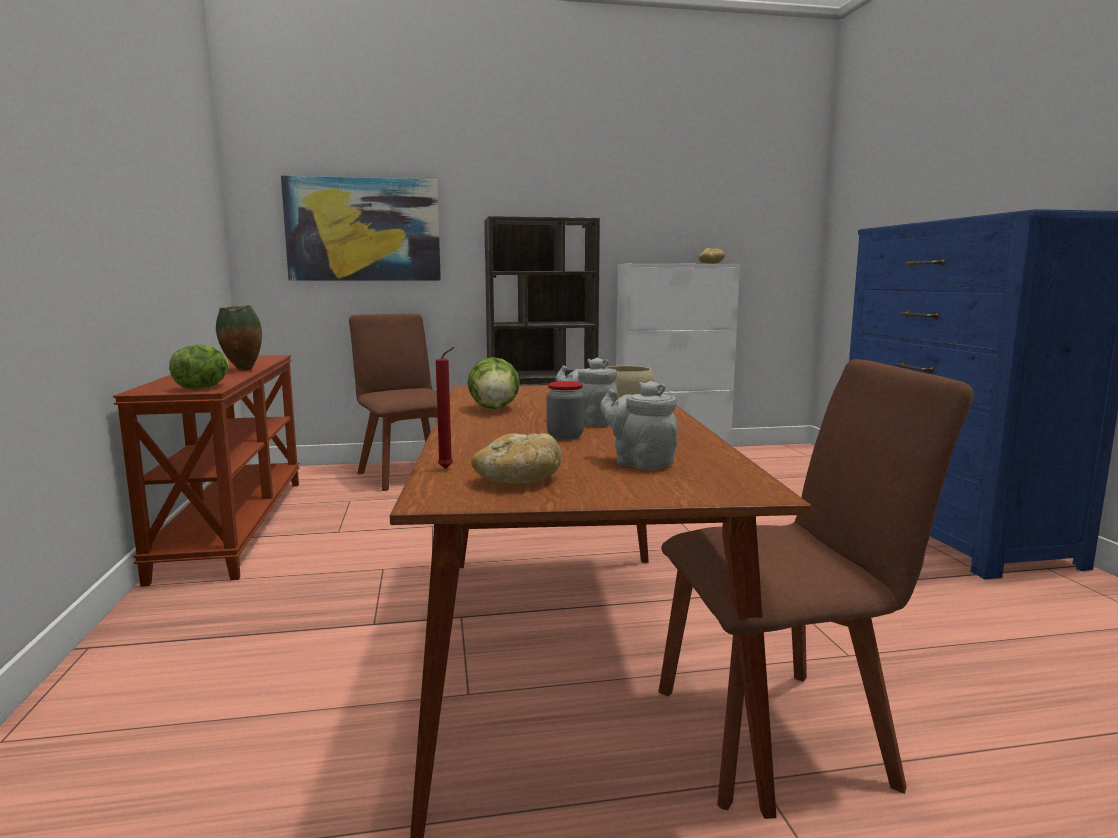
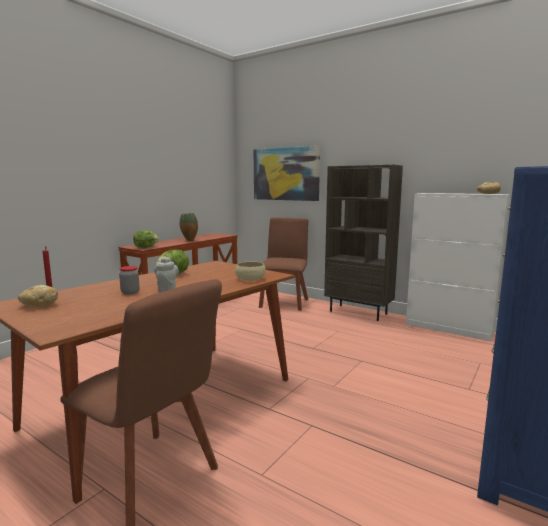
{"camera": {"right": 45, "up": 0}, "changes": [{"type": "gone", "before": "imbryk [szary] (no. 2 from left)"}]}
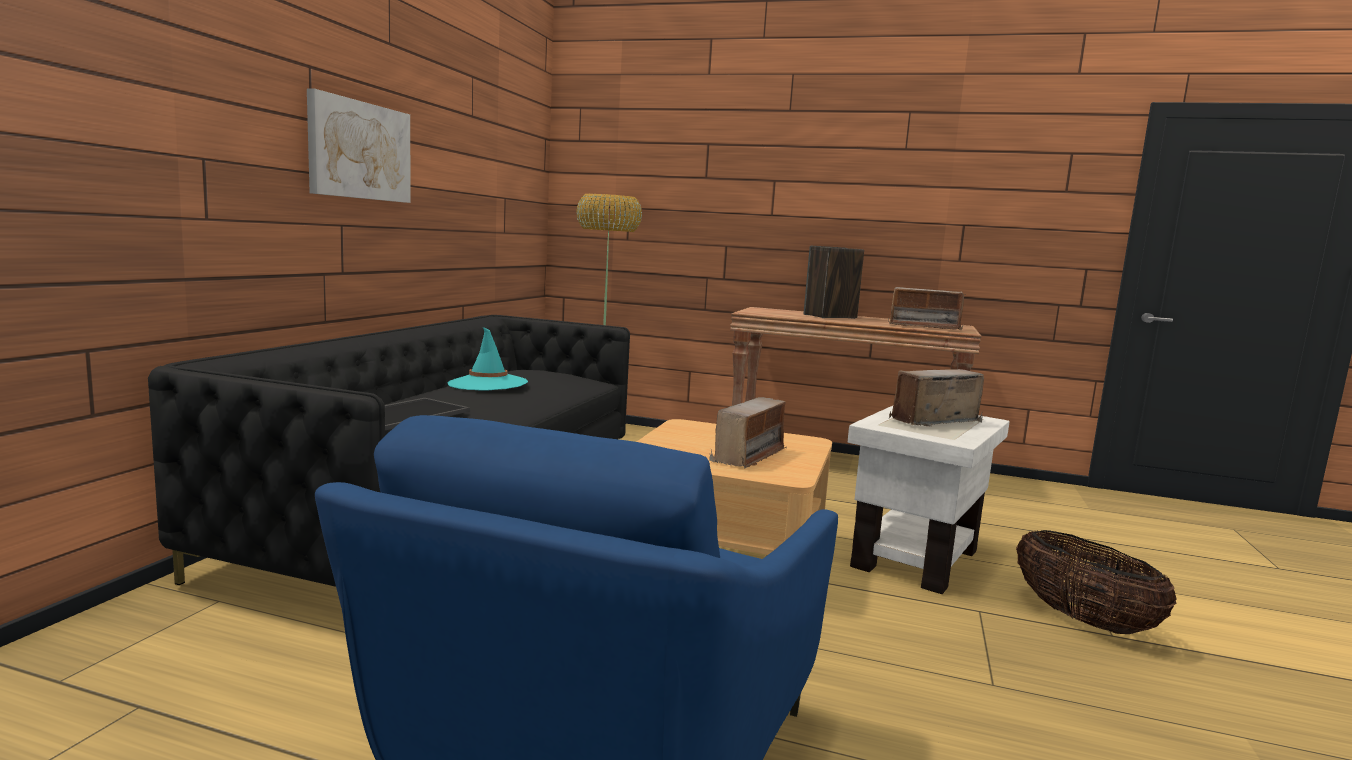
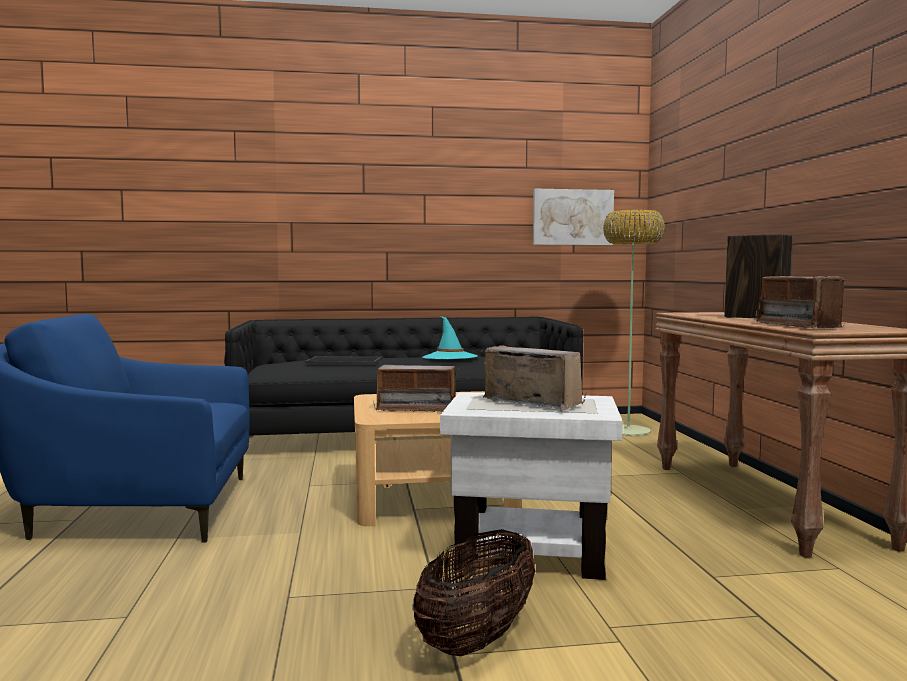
{"camera": {"right": 65, "up": -5}, "changes": [{"type": "shifted", "before": "obraz"}]}
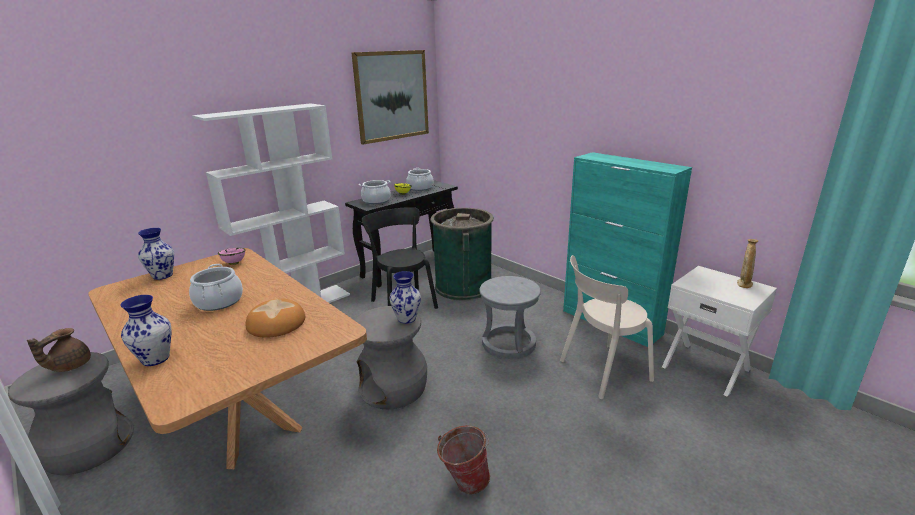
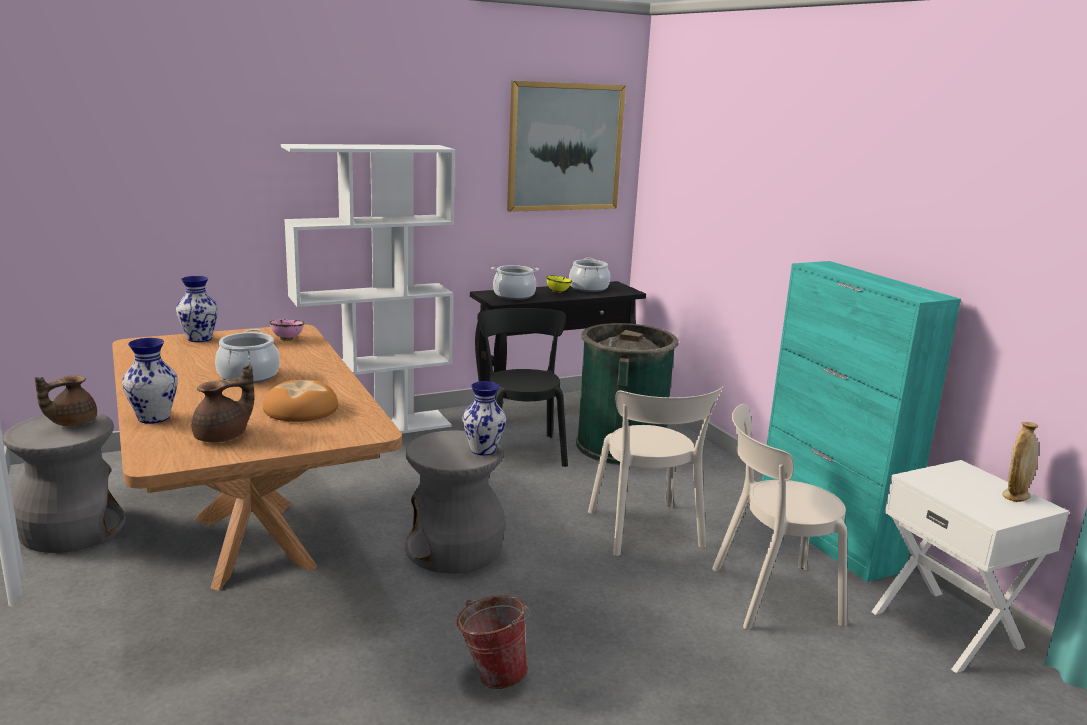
{"camera": {"right": 15, "up": -5}, "changes": [{"type": "new", "after": "imbryk [brązowy] (no. 2 from left)"}, {"type": "swapped", "before": "stołek [szary] (no. 3 from left)", "after": "krzesło [beżowy] (no. 1 from left)"}]}
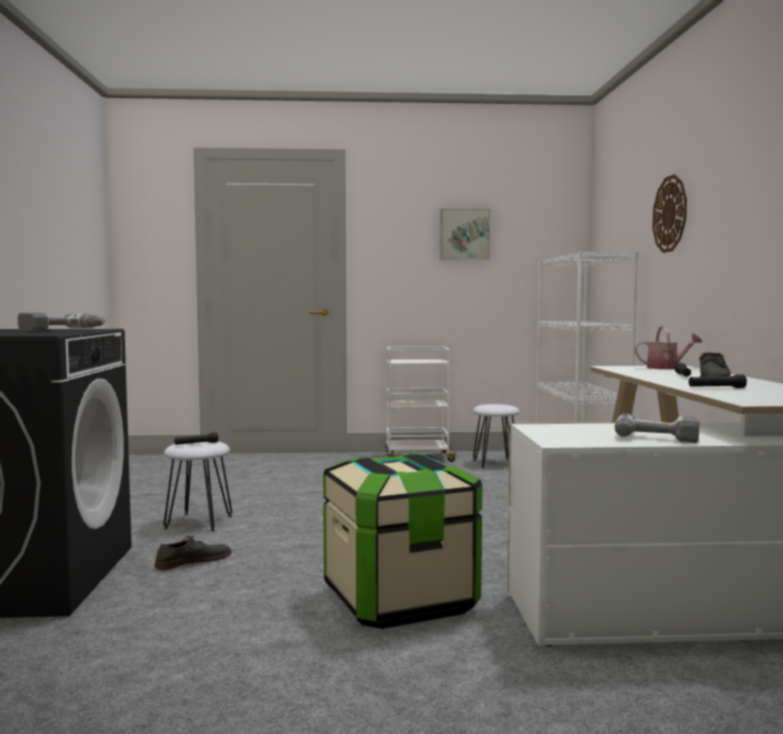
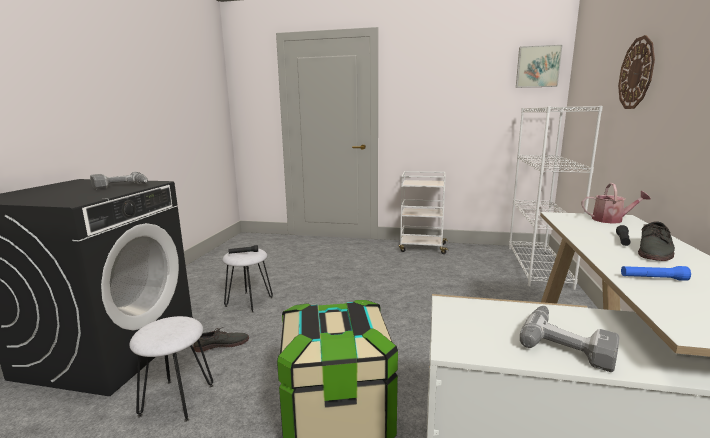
{"camera": {"right": 15, "up": 10}, "changes": [{"type": "shifted", "before": "stołek [biały] (no. 2 from left in the first image)", "after": "stołek [biały] (no. 1 from left)"}, {"type": "shifted", "before": "obraz"}, {"type": "repainted", "before": "latarka [czarny] (no. 3 from left)", "after": "latarka [niebieski]"}]}
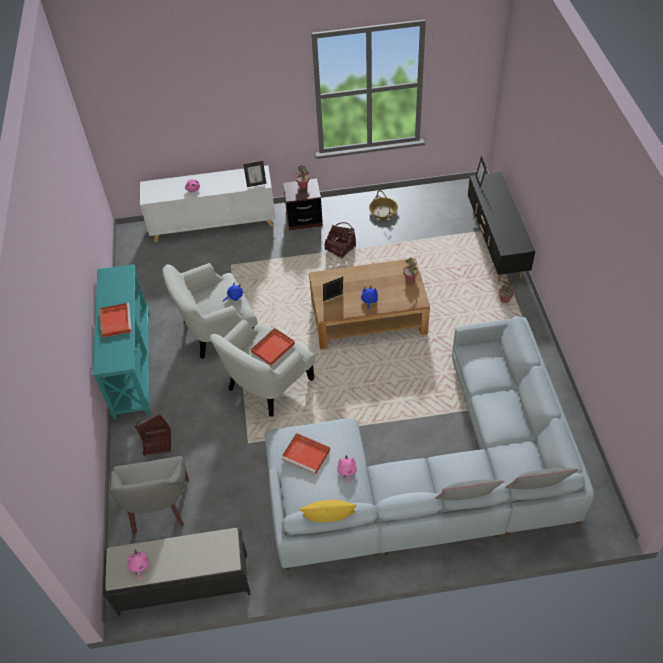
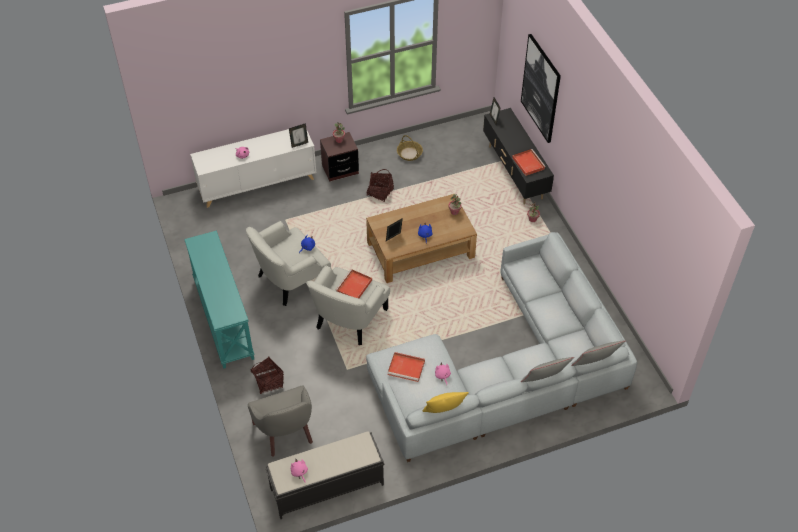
{"camera": {"right": -15, "up": 0}, "changes": [{"type": "shifted", "before": "taca [czerwony] (no. 1 from left in the first image)", "after": "taca [czerwony] (no. 3 from left)"}, {"type": "new", "after": "obraz"}]}
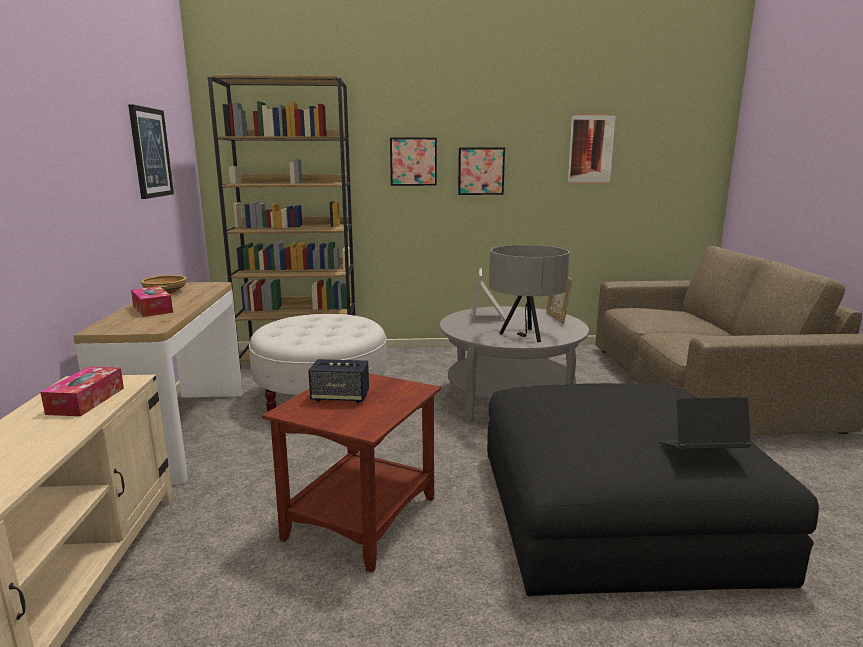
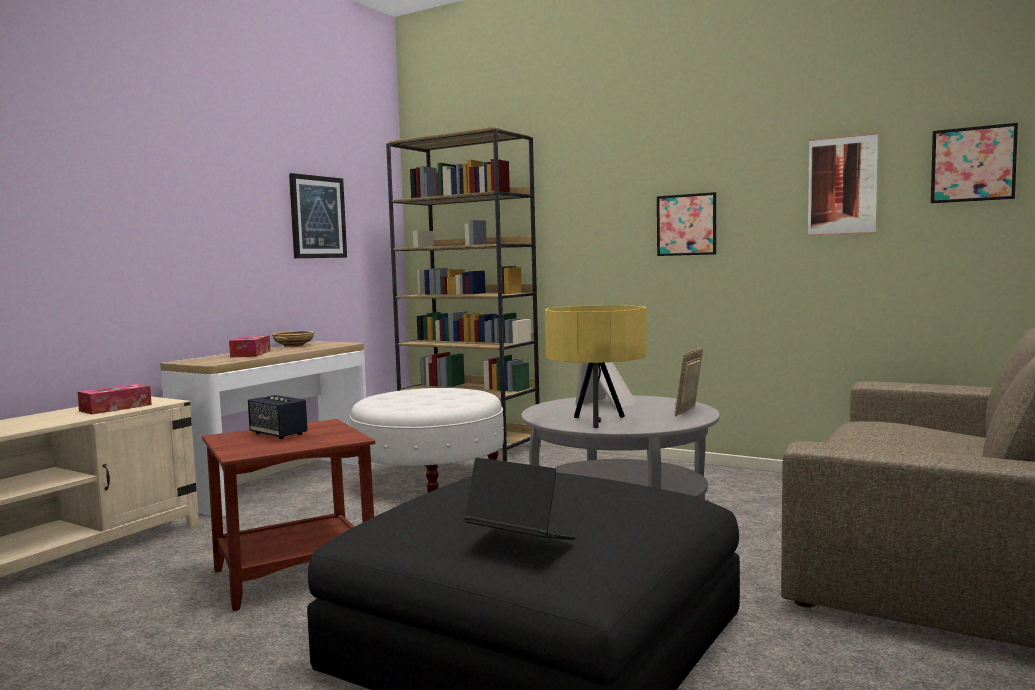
{"camera": {"right": 35, "up": -10}, "changes": [{"type": "repainted", "before": "lampa stołowa [szary]", "after": "lampa stołowa [żółty]"}, {"type": "shifted", "before": "obraz (no. 2 from left in the first image)", "after": "obraz (no. 4 from left)"}]}
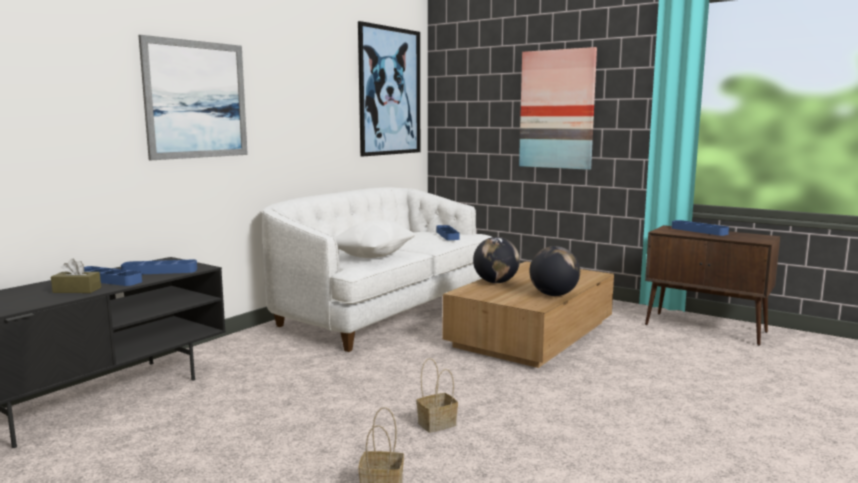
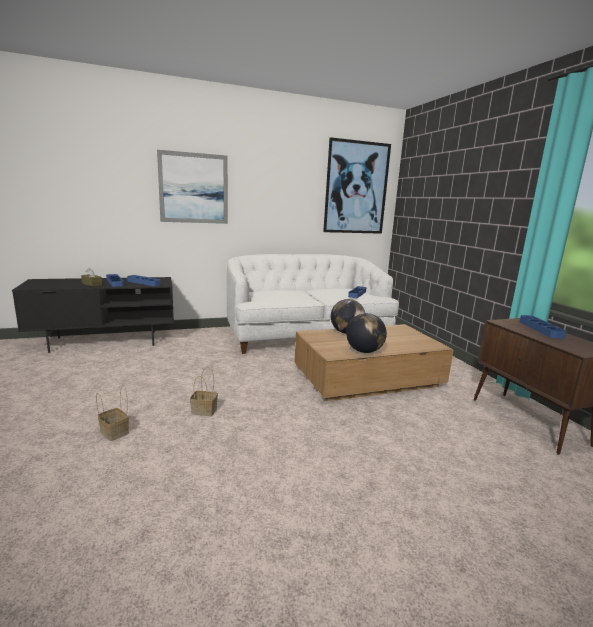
{"camera": {"right": 35, "up": 5}, "changes": [{"type": "gone", "before": "poduszka [biały]"}, {"type": "gone", "before": "obraz (no. 3 from left)"}]}
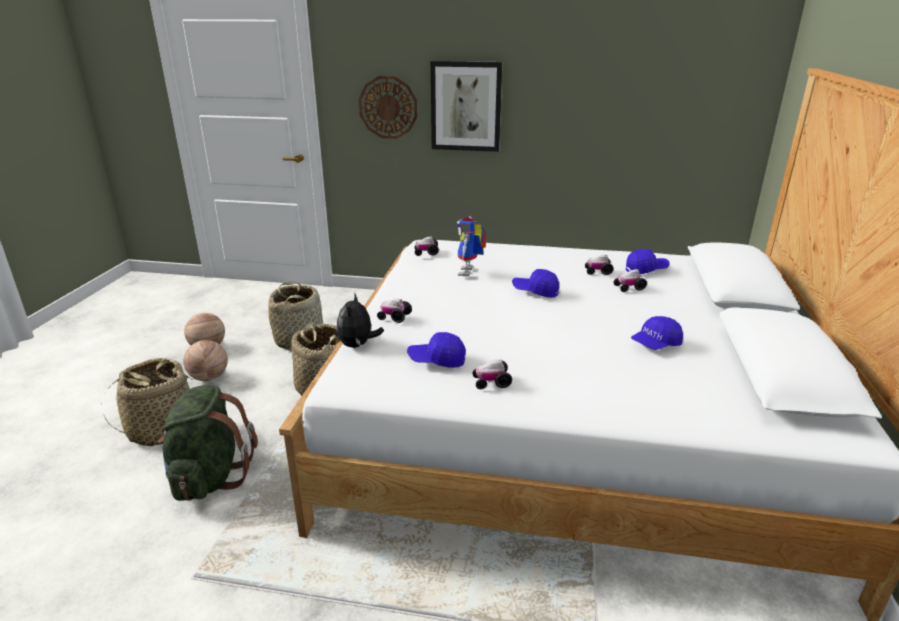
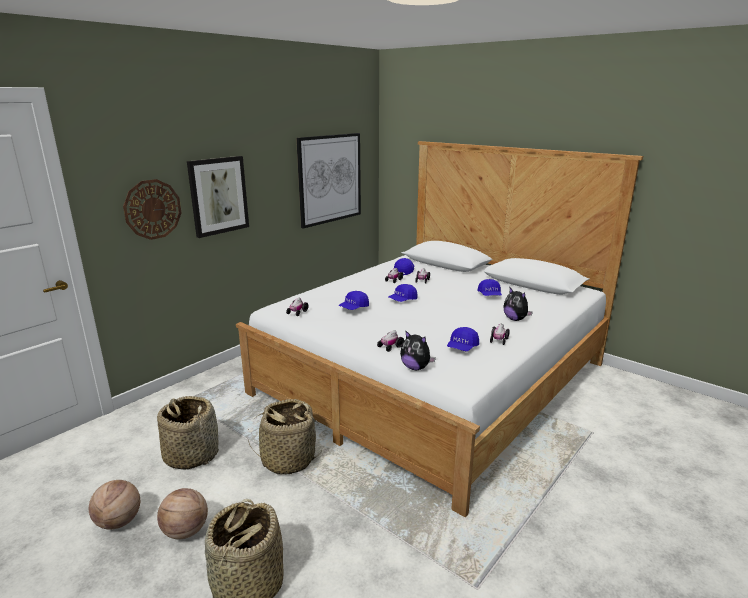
{"camera": {"right": -60, "up": -5}, "changes": [{"type": "new", "after": "obraz (no. 2 from left)"}, {"type": "swapped", "before": "robot zabawkowy", "after": "czapka z daszkiem [niebieski] (no. 1 from left)"}, {"type": "new", "after": "pluszak (no. 2 from left)"}, {"type": "gone", "before": "plecak [zielony]"}]}
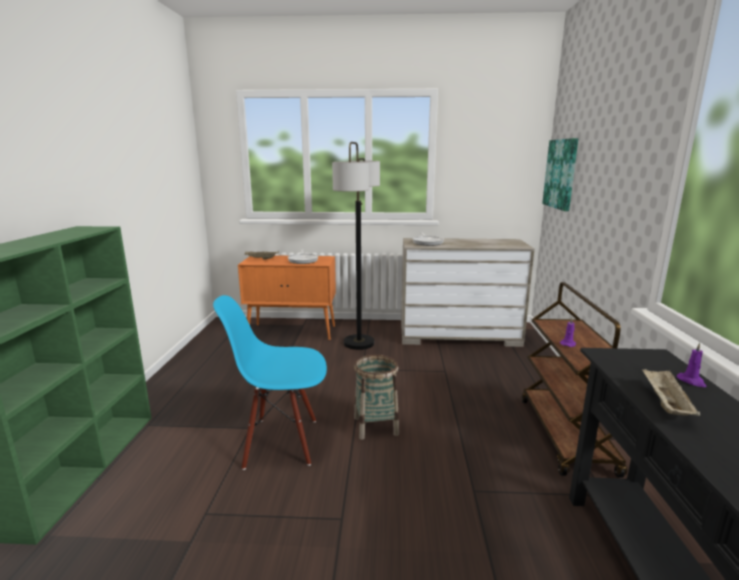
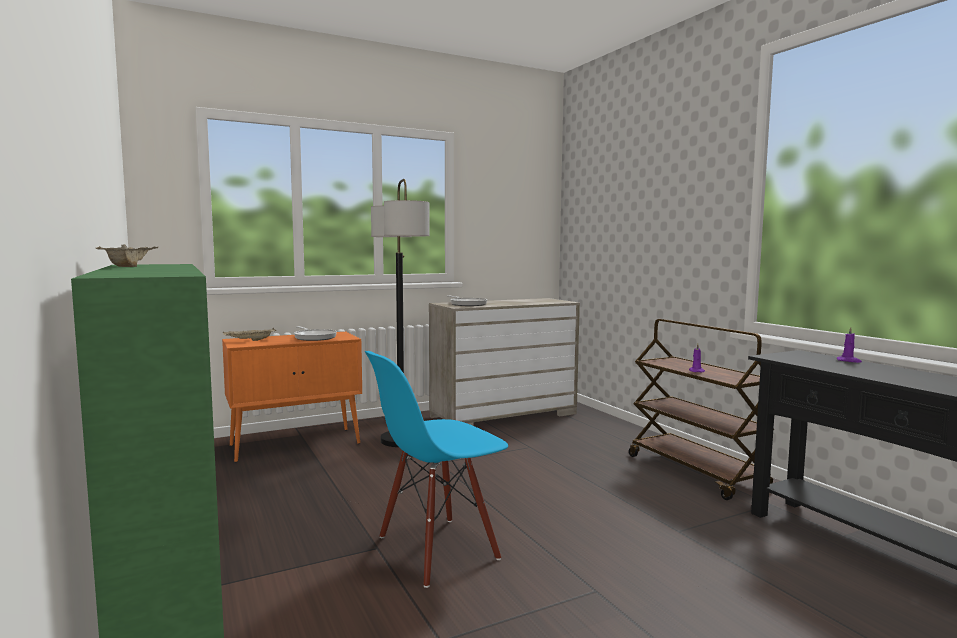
{"camera": {"right": -30, "up": -10}, "changes": [{"type": "shifted", "before": "taca [beżowy] (no. 2 from left in the first image)", "after": "taca [beżowy] (no. 1 from left)"}, {"type": "gone", "before": "koszyk"}, {"type": "gone", "before": "obraz"}]}
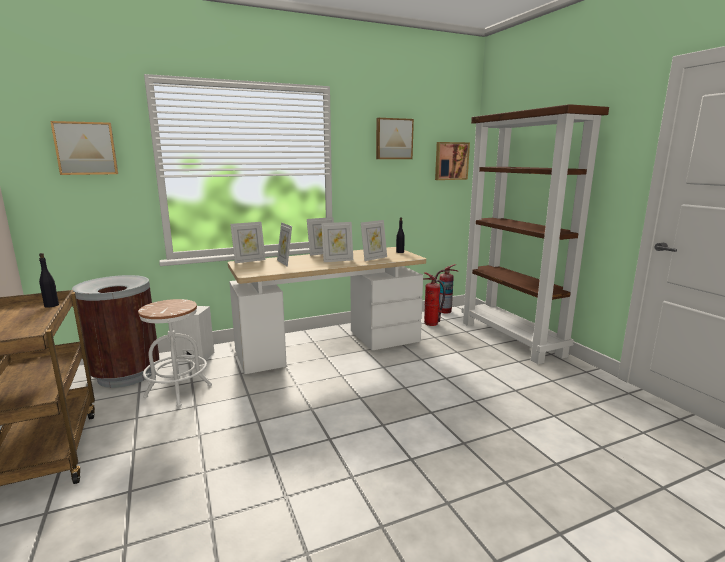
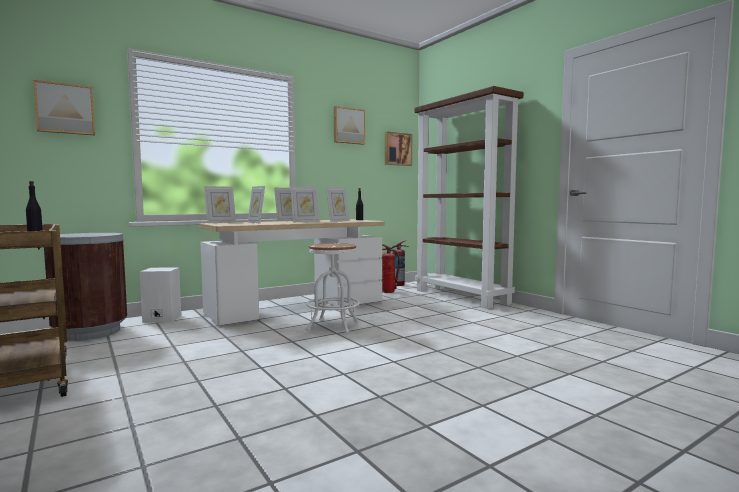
{"camera": {"right": -10, "up": -10}, "changes": [{"type": "shifted", "before": "stołek [biały]"}]}
